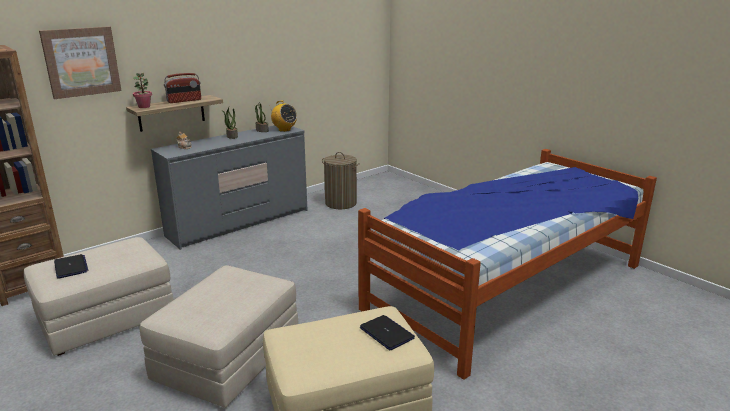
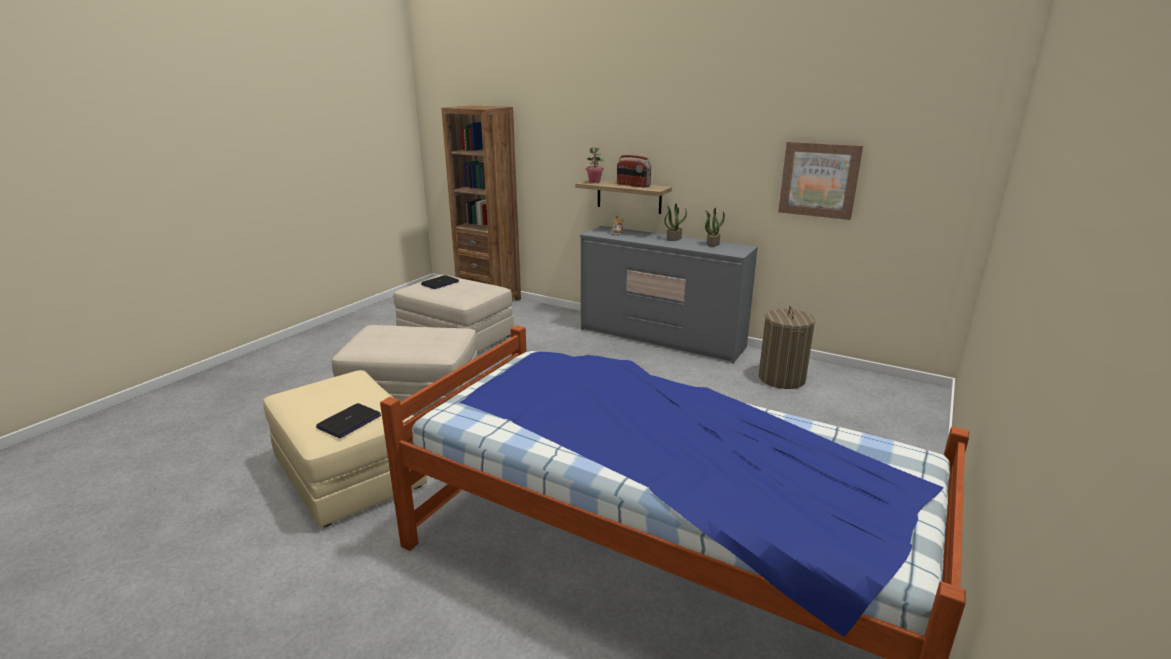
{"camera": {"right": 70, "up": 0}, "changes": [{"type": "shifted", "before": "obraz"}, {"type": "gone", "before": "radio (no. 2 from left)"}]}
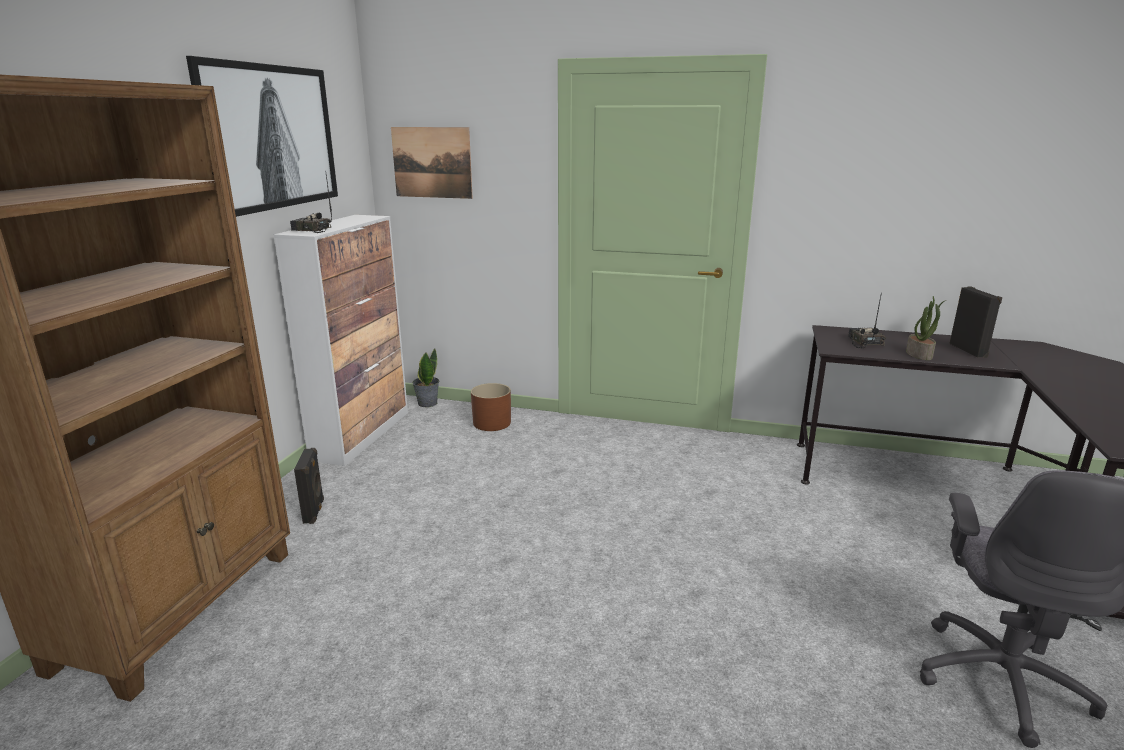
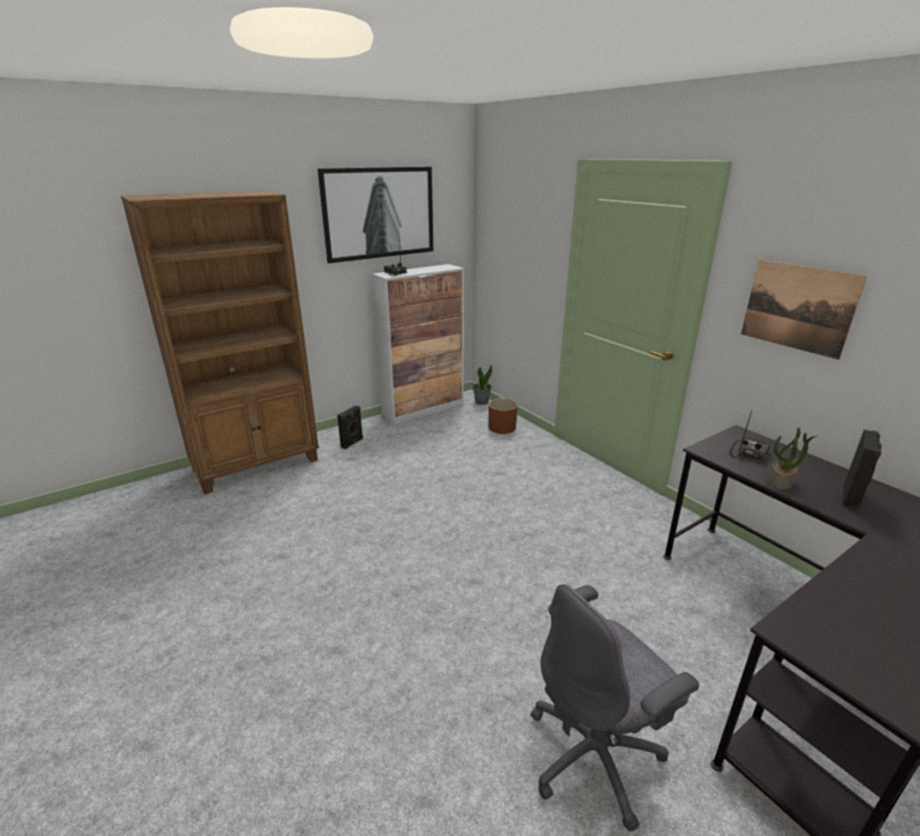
{"camera": {"right": 40, "up": 5}, "changes": [{"type": "shifted", "before": "obraz (no. 2 from left)"}]}
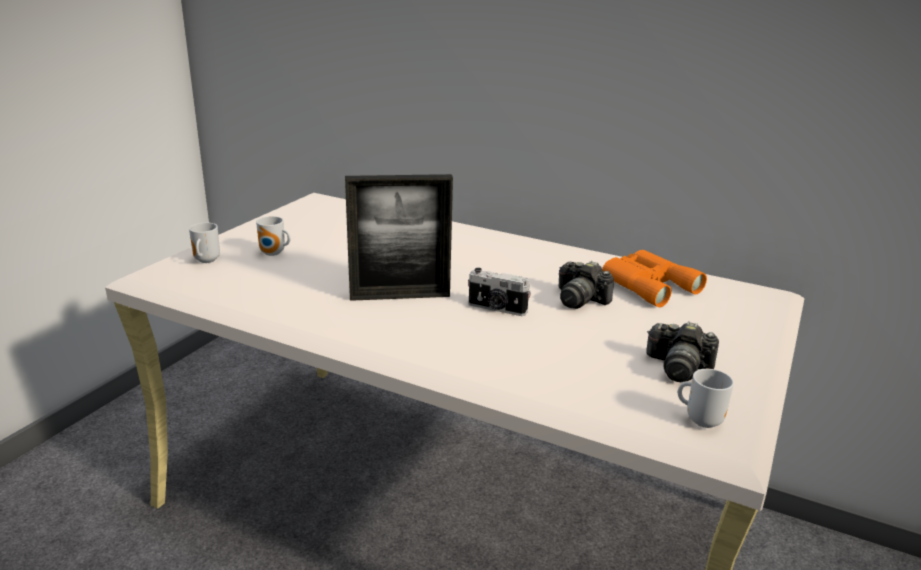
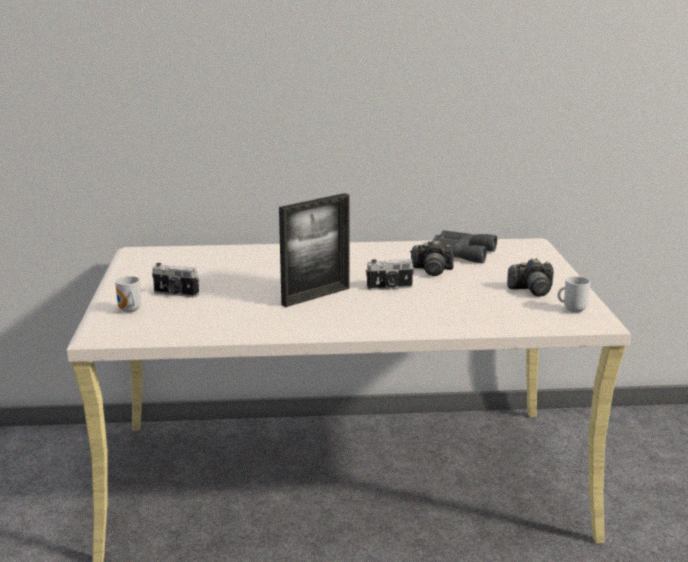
{"camera": {"right": -30, "up": -5}, "changes": [{"type": "swapped", "before": "kubek (no. 2 from left)", "after": "aparat fotograficzny (no. 1 from left)"}, {"type": "repainted", "before": "lornetka [pomarańczowy]", "after": "lornetka [szary]"}]}
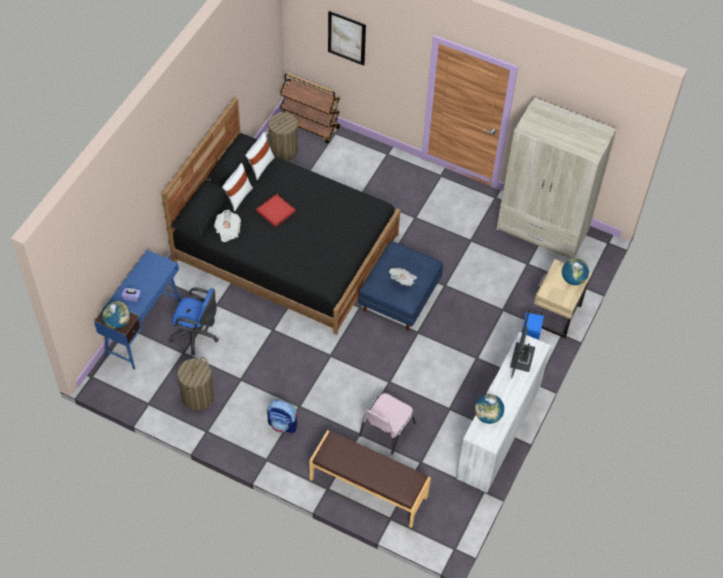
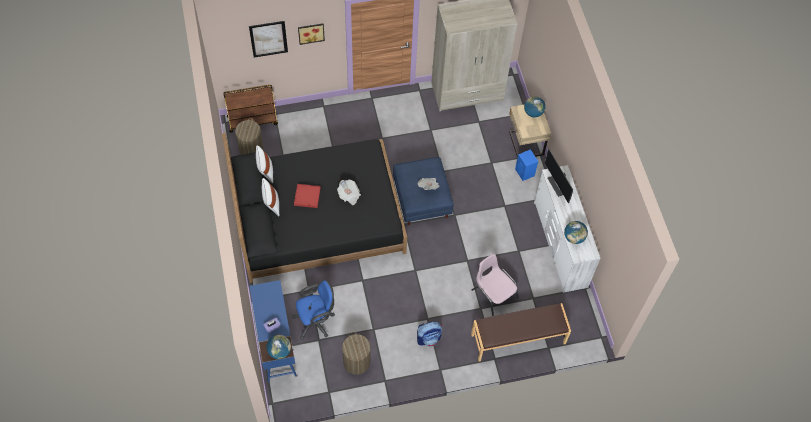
{"camera": {"right": -40, "up": 5}, "changes": [{"type": "new", "after": "obraz (no. 2 from left)"}, {"type": "shifted", "before": "gazeta (no. 1 from left)"}, {"type": "rotated", "before": "krzesło [różowy]", "turn": 150}]}
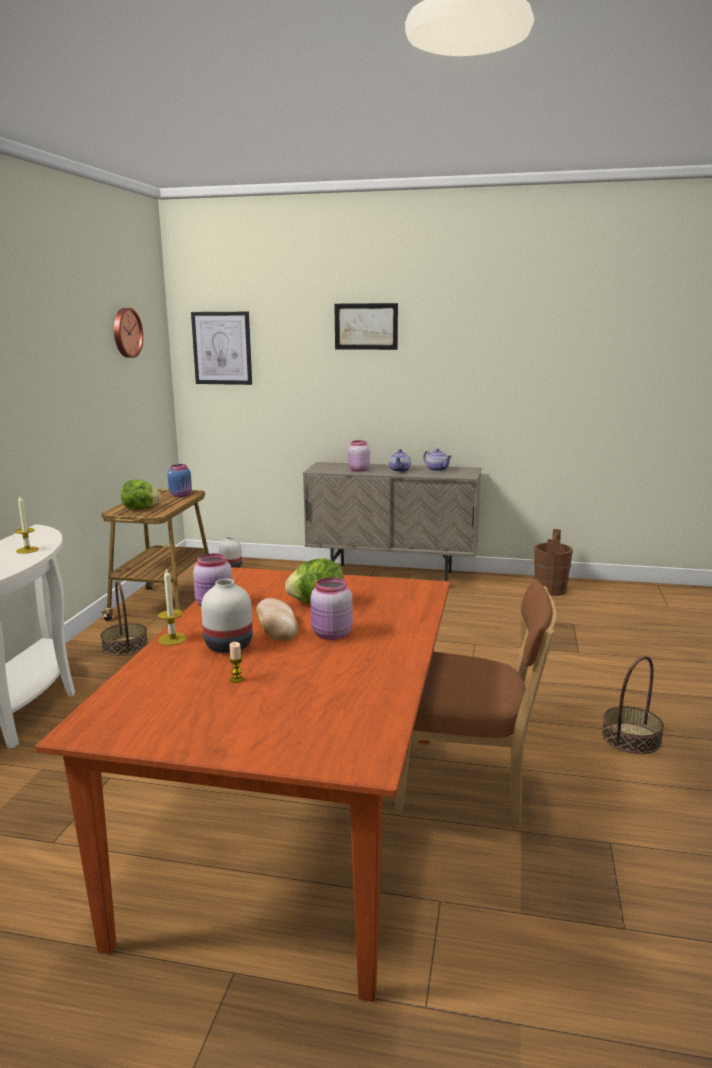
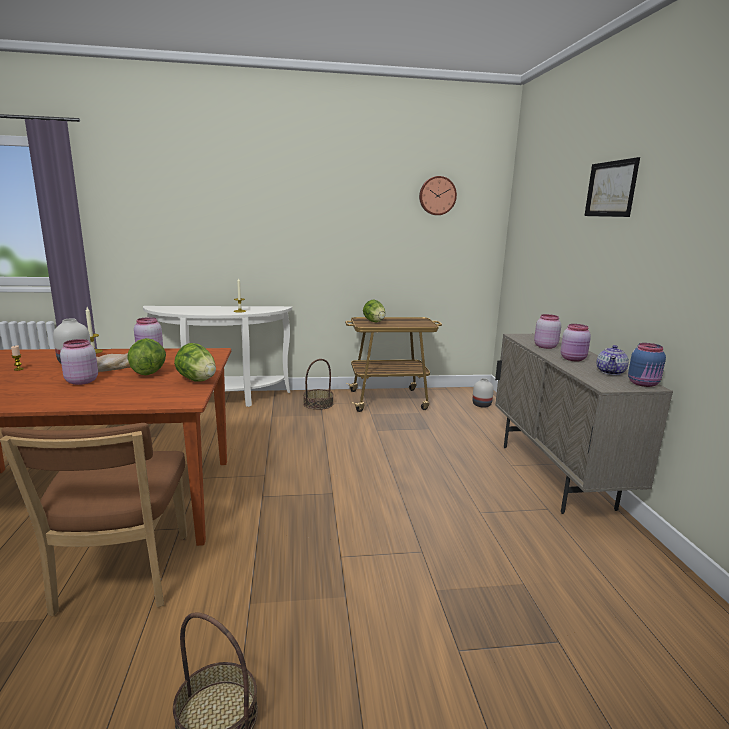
{"camera": {"right": 70, "up": 0}, "changes": [{"type": "new", "after": "sałata (no. 2 from left)"}, {"type": "swapped", "before": "imbryk (no. 1 from left)", "after": "słoik [różowy] (no. 4 from left)"}, {"type": "shifted", "before": "słoik [niebieski]"}, {"type": "gone", "before": "obraz (no. 1 from left)"}, {"type": "gone", "before": "wiadro [brązowy]"}]}
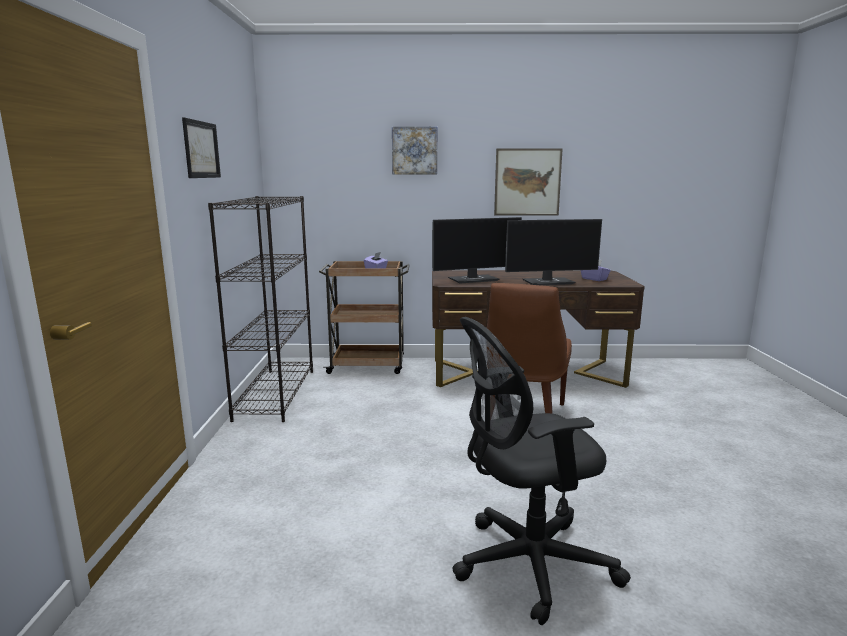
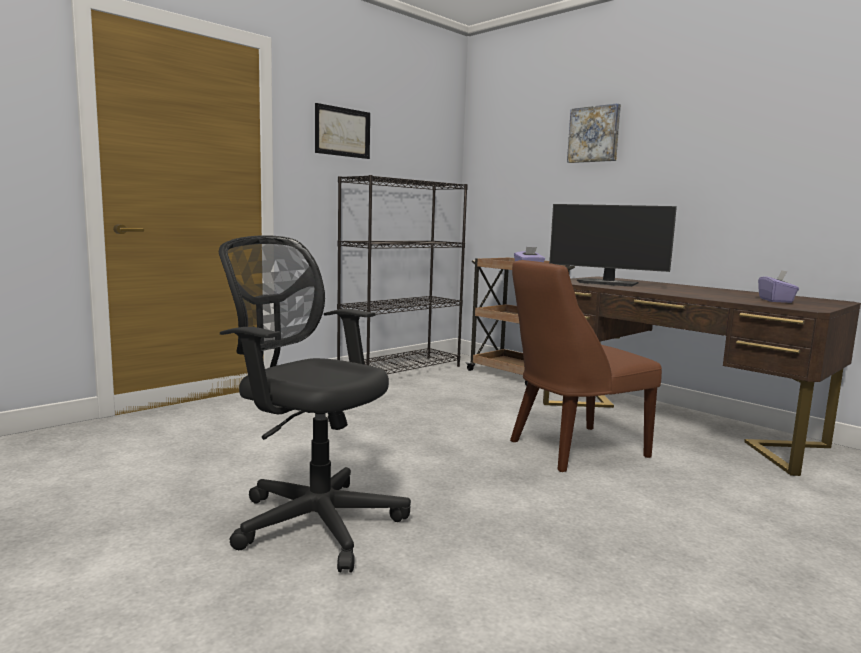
{"camera": {"right": 45, "up": -5}, "changes": [{"type": "gone", "before": "obraz (no. 3 from left)"}, {"type": "gone", "before": "monitor (no. 2 from left)"}]}
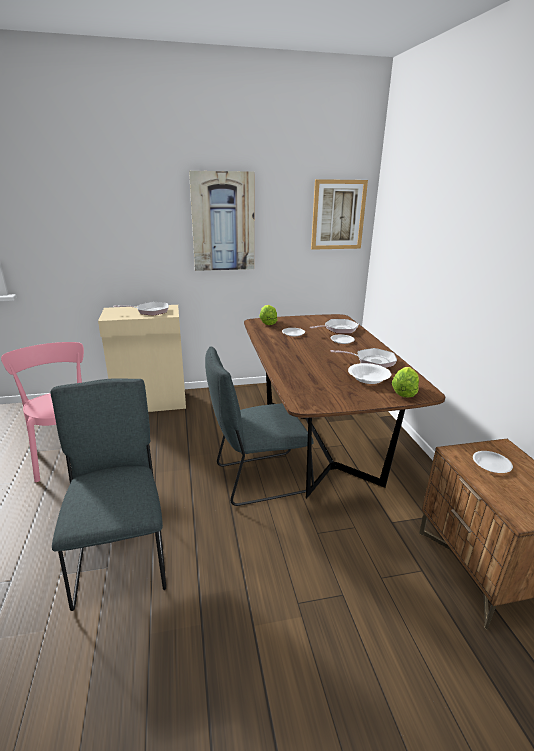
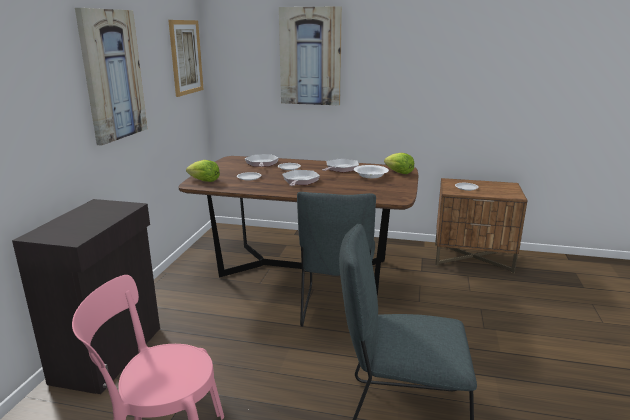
{"camera": {"right": -65, "up": -5}, "changes": [{"type": "repainted", "before": "szafka [beżowy]", "after": "szafka [czarny]"}, {"type": "new", "after": "obraz (no. 3 from left)"}, {"type": "shifted", "before": "patelnia (no. 1 from left in the first image)", "after": "patelnia (no. 2 from left)"}]}
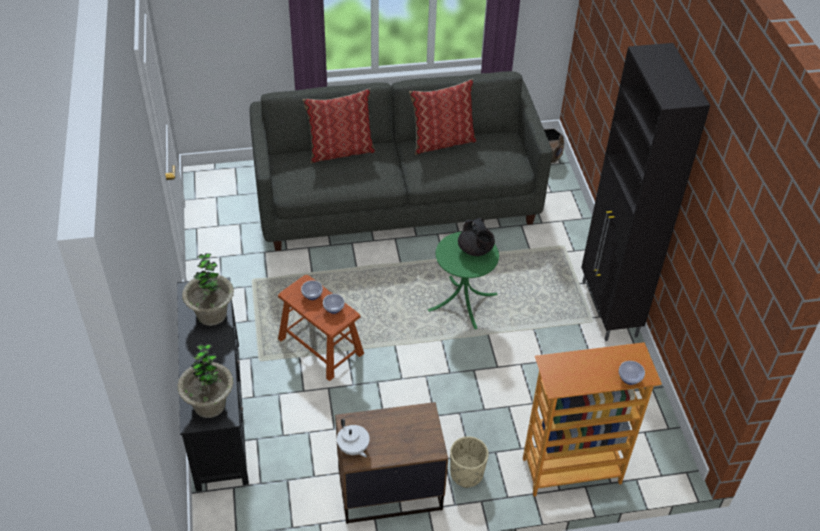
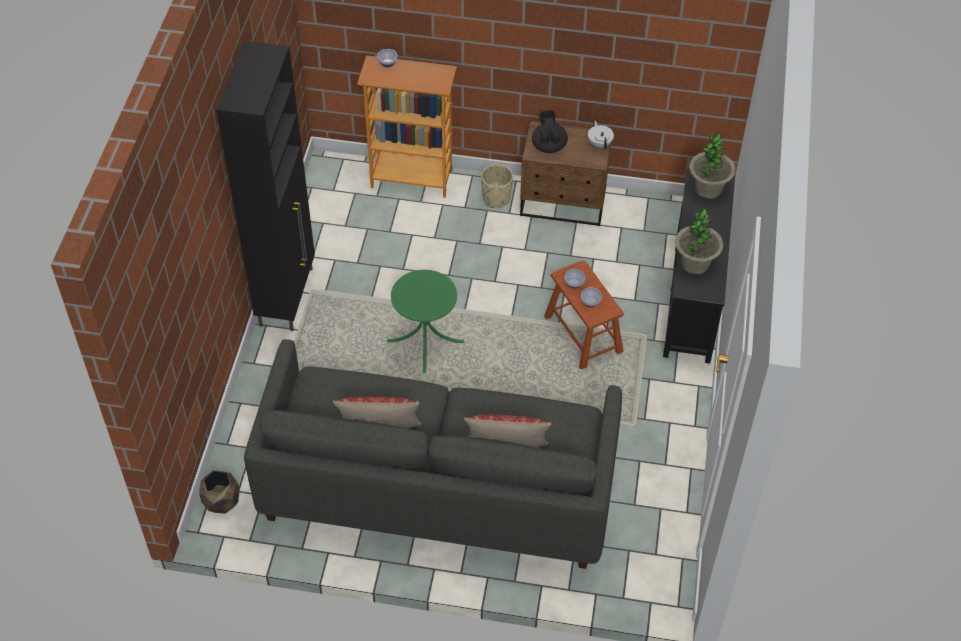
{"camera": {"right": -160, "up": 5}, "changes": [{"type": "shifted", "before": "imbryk [czarny]"}]}
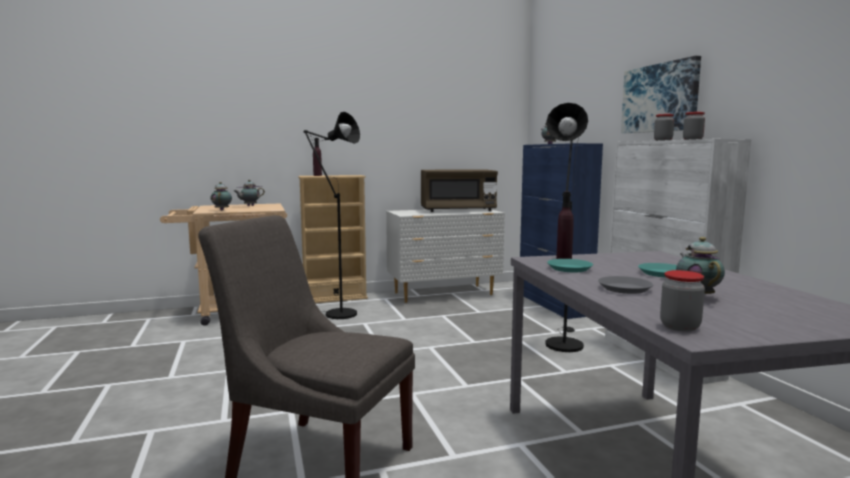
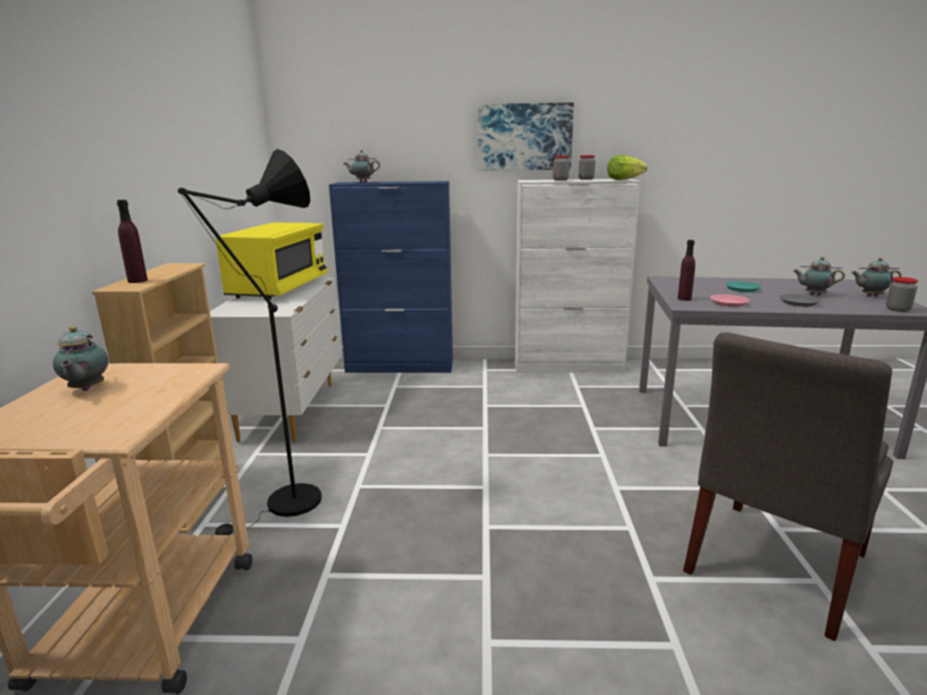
{"camera": {"right": -70, "up": 10}, "changes": [{"type": "repainted", "before": "mikrofalówka [brązowy]", "after": "mikrofalówka [żółty]"}, {"type": "new", "after": "sałata"}, {"type": "repainted", "before": "talerz [turkusowy] (no. 1 from left)", "after": "talerz [różowy]"}, {"type": "shifted", "before": "imbryk (no. 1 from left in the first image)", "after": "imbryk (no. 4 from left)"}, {"type": "gone", "before": "lampa stojąca [czarny] (no. 2 from left)"}]}
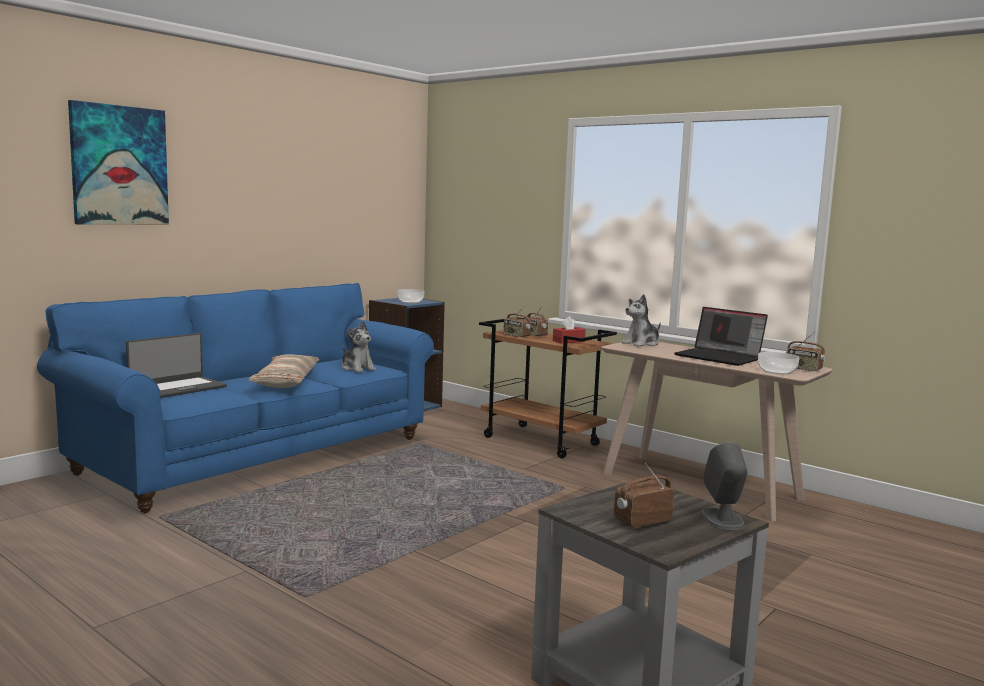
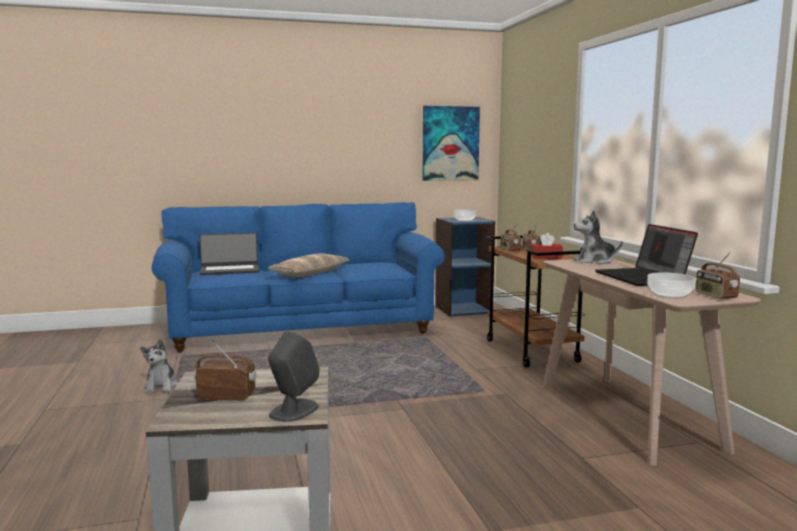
{"camera": {"right": 35, "up": 0}, "changes": [{"type": "shifted", "before": "pluszak (no. 1 from left)"}, {"type": "shifted", "before": "obraz"}]}
